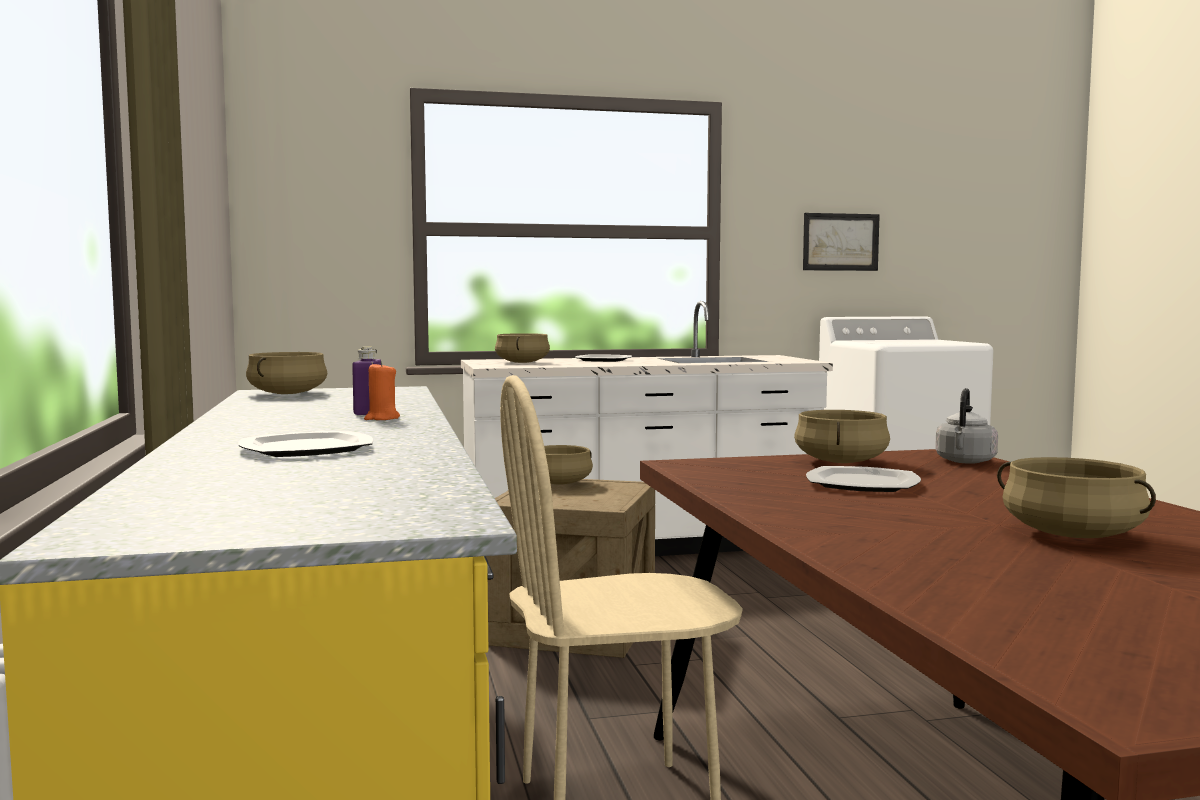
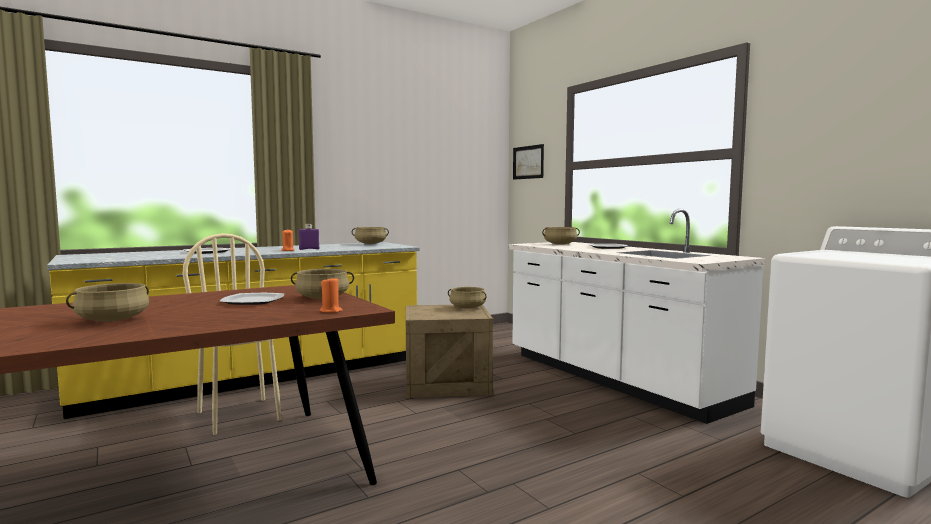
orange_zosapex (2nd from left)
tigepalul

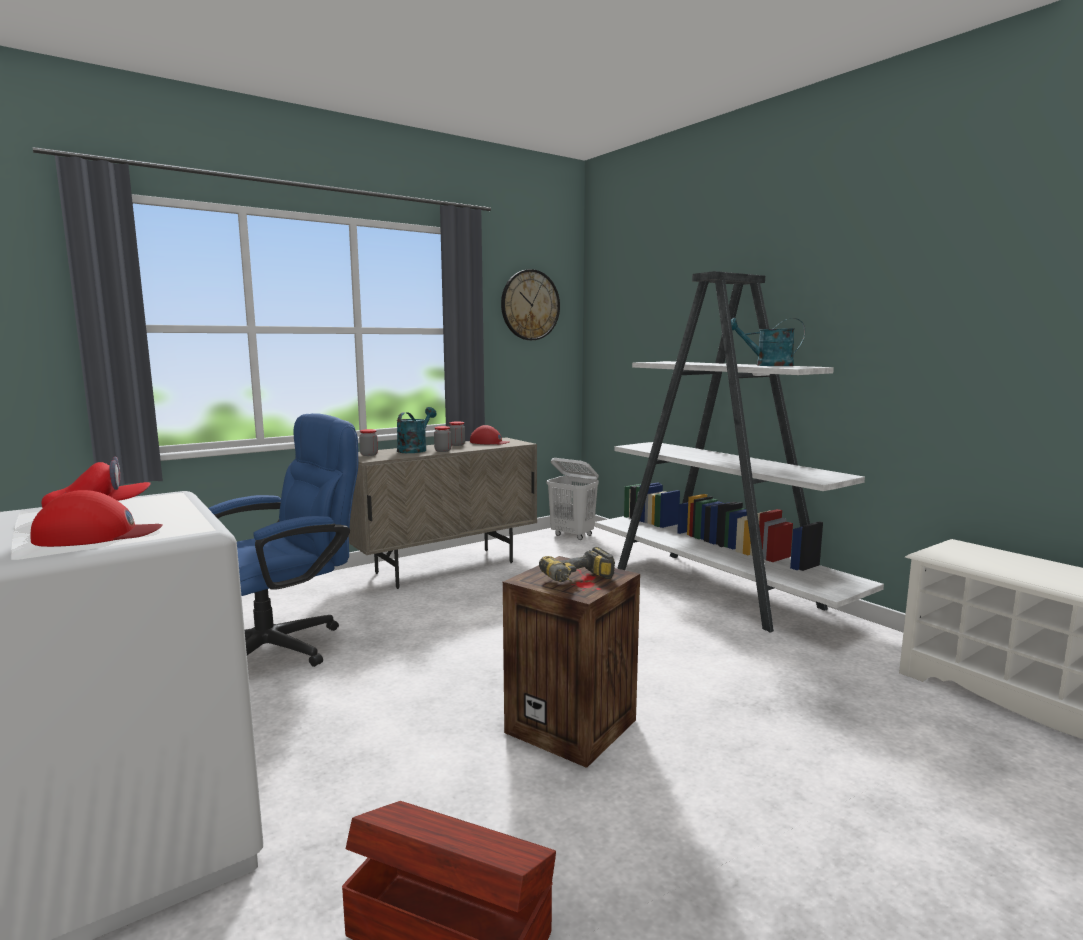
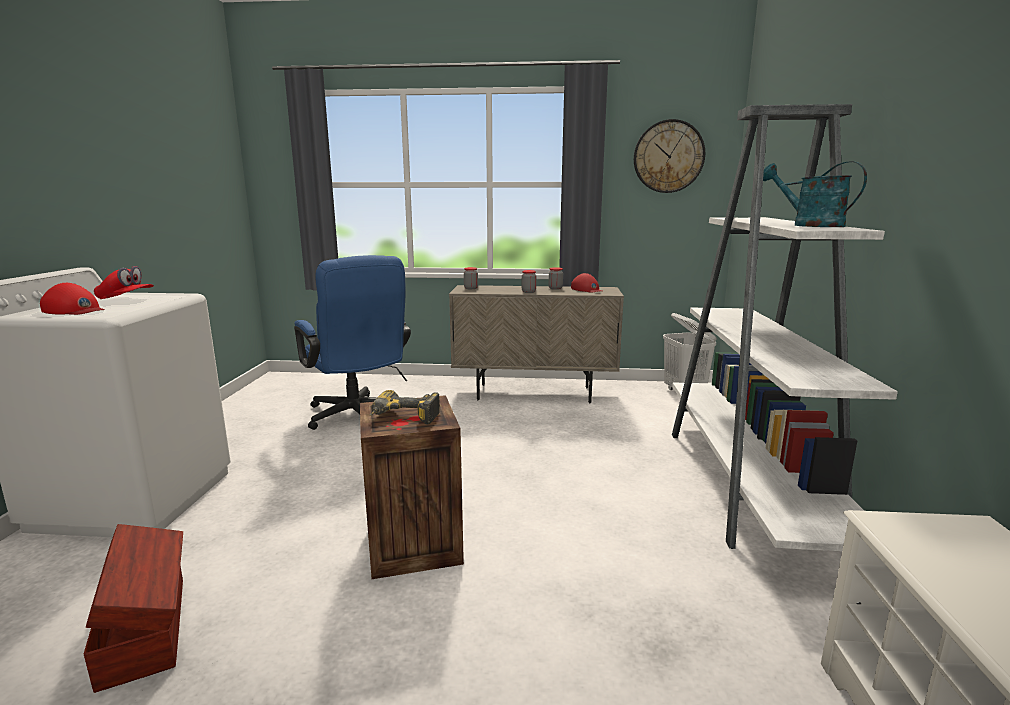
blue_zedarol
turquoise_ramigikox (1st from left in the first image)

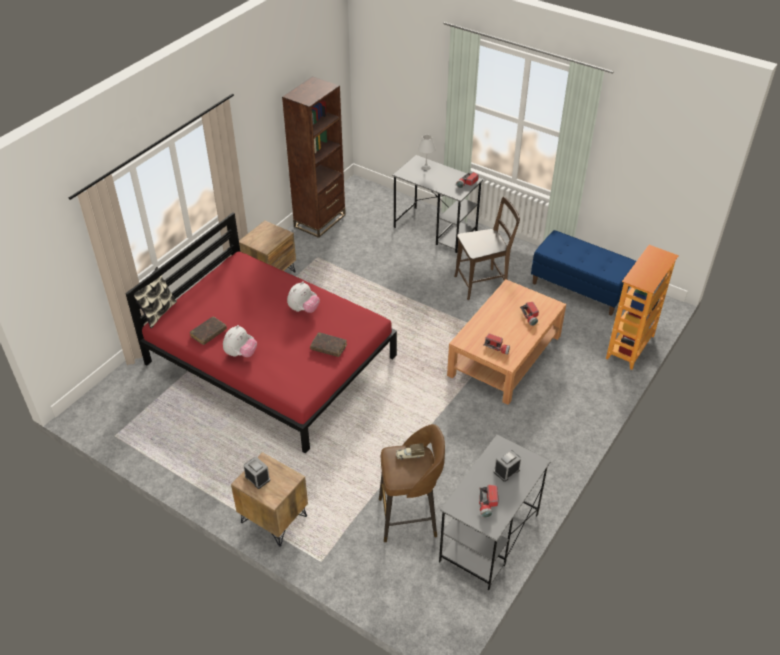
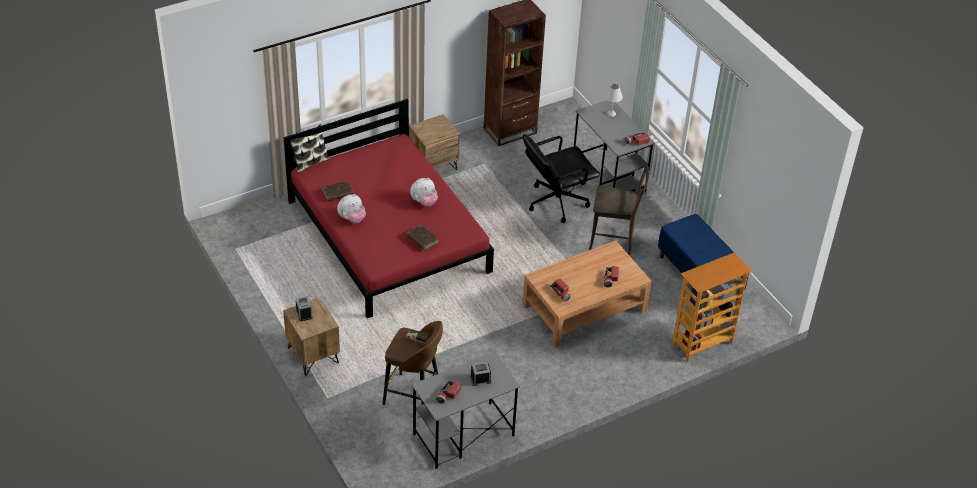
black_zedarol

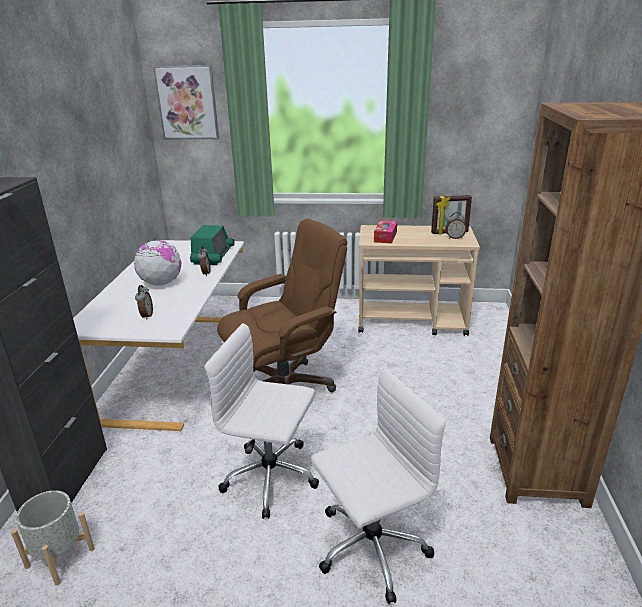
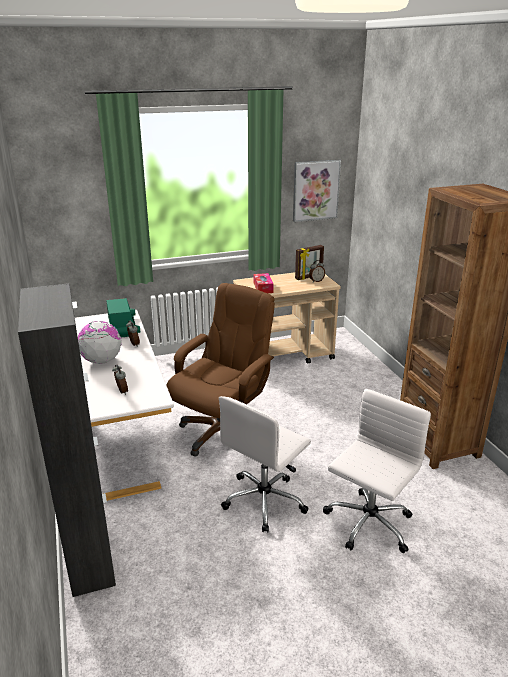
white_zedarol (1st from left)
tigepalul
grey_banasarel

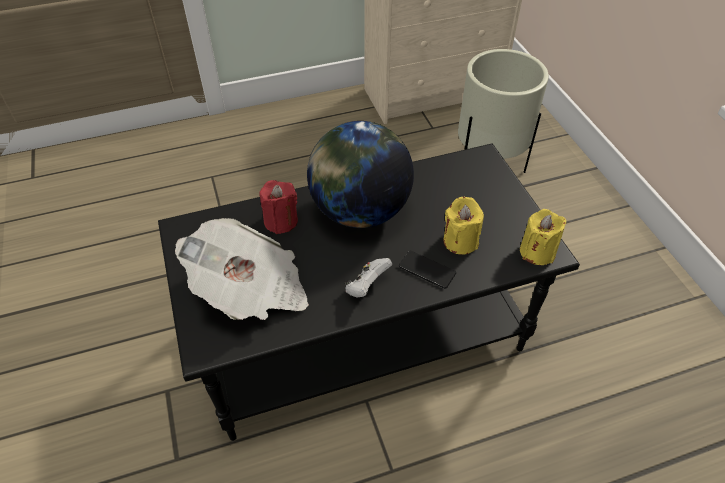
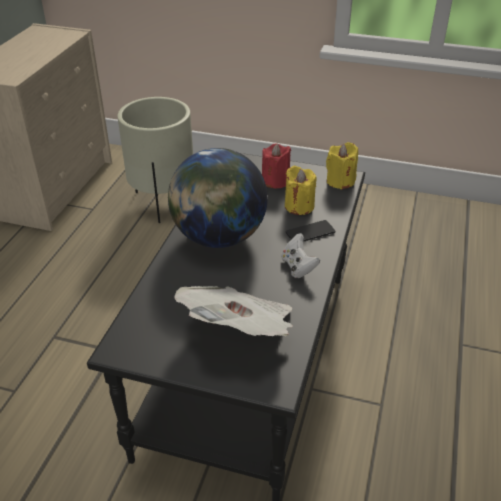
red_zosapex

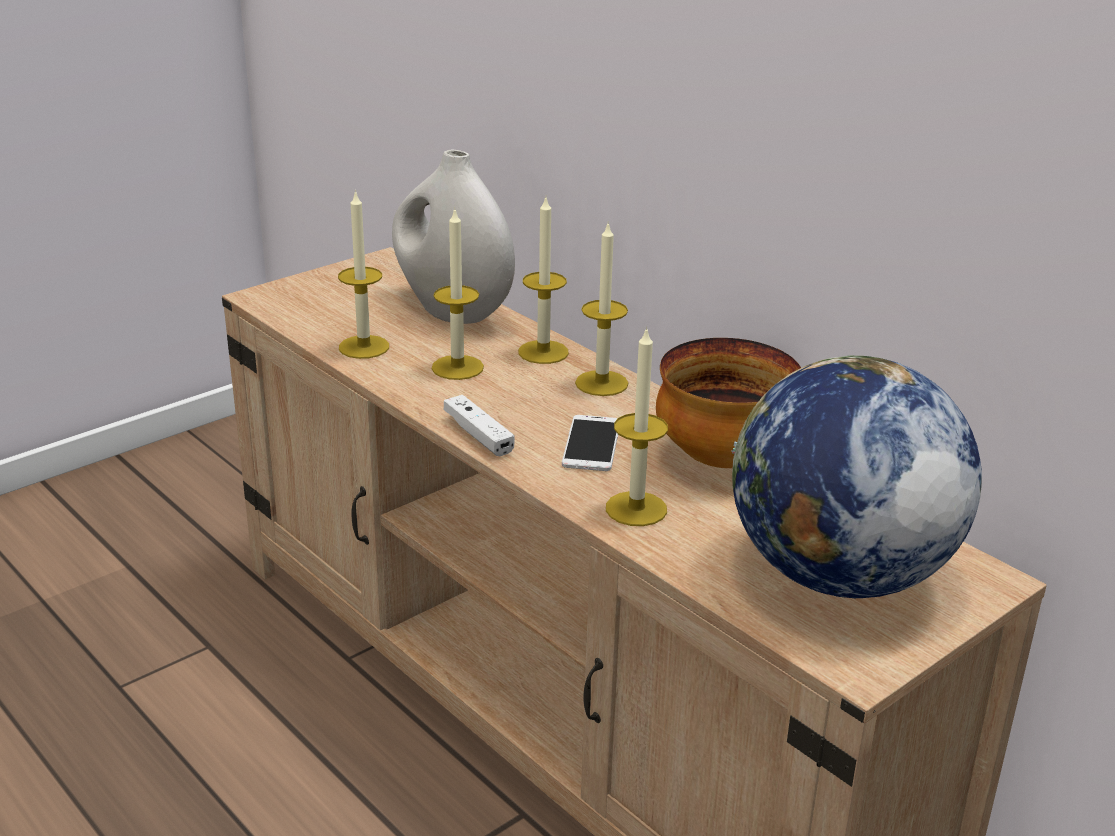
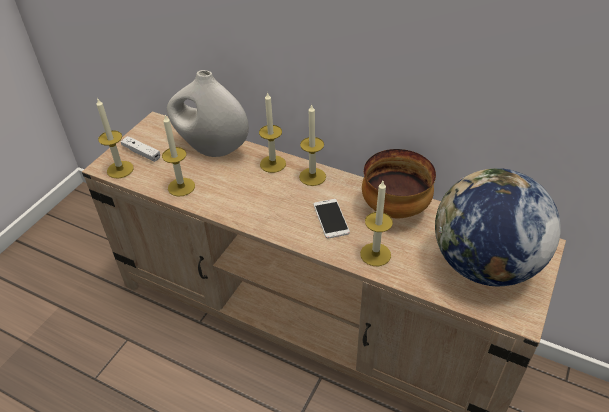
zosapex (1st from left)
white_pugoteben

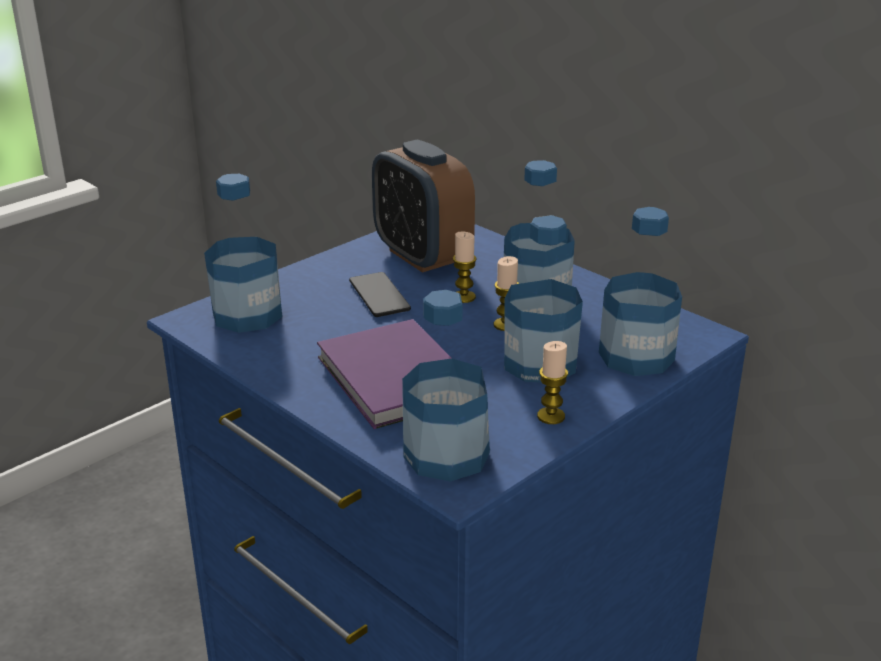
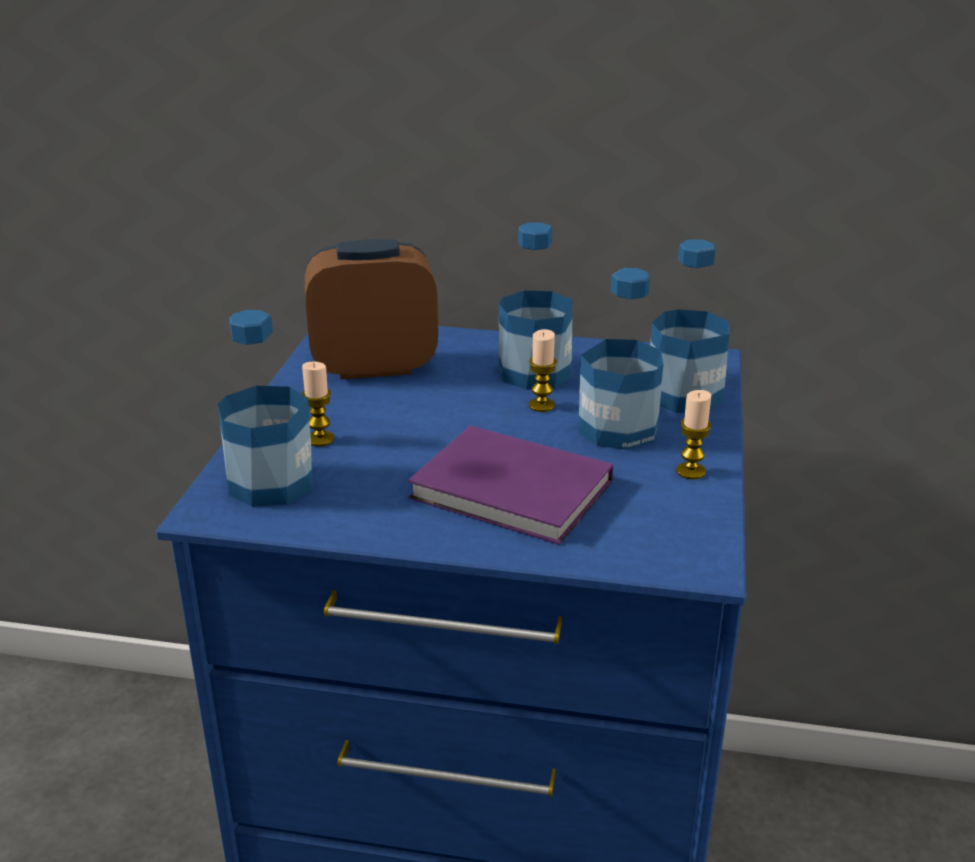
zosapex (1st from left)
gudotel
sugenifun
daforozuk (2nd from left in the first image)

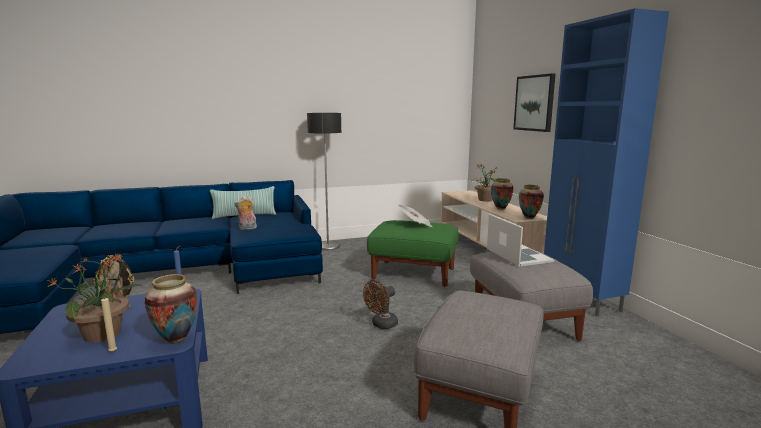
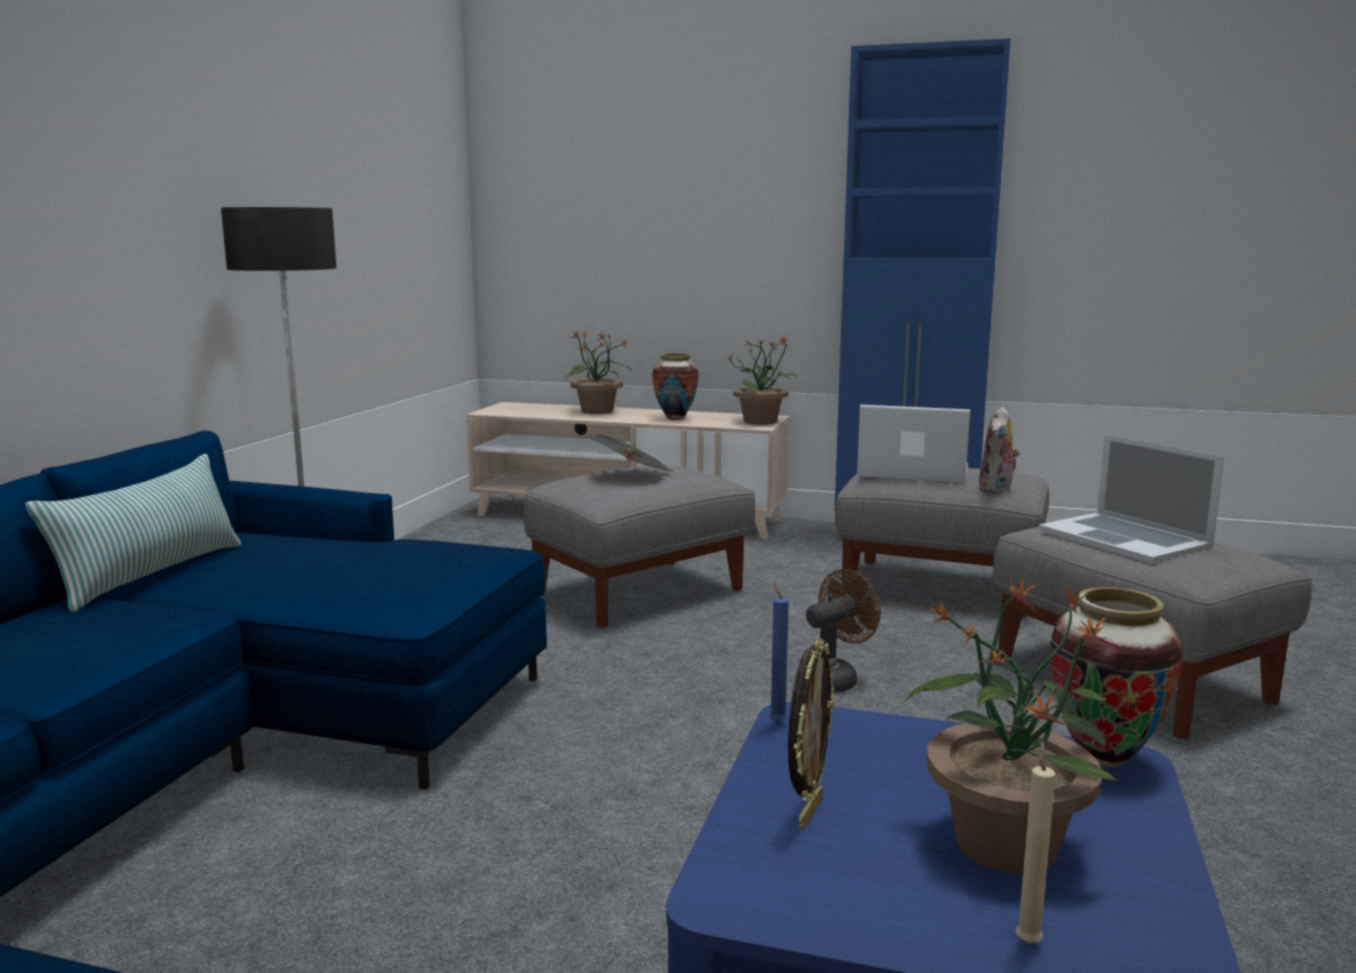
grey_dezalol (1st from left)
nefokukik (2nd from left)
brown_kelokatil
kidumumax
beige_zosapex
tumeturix (2nd from left)
tigepalul

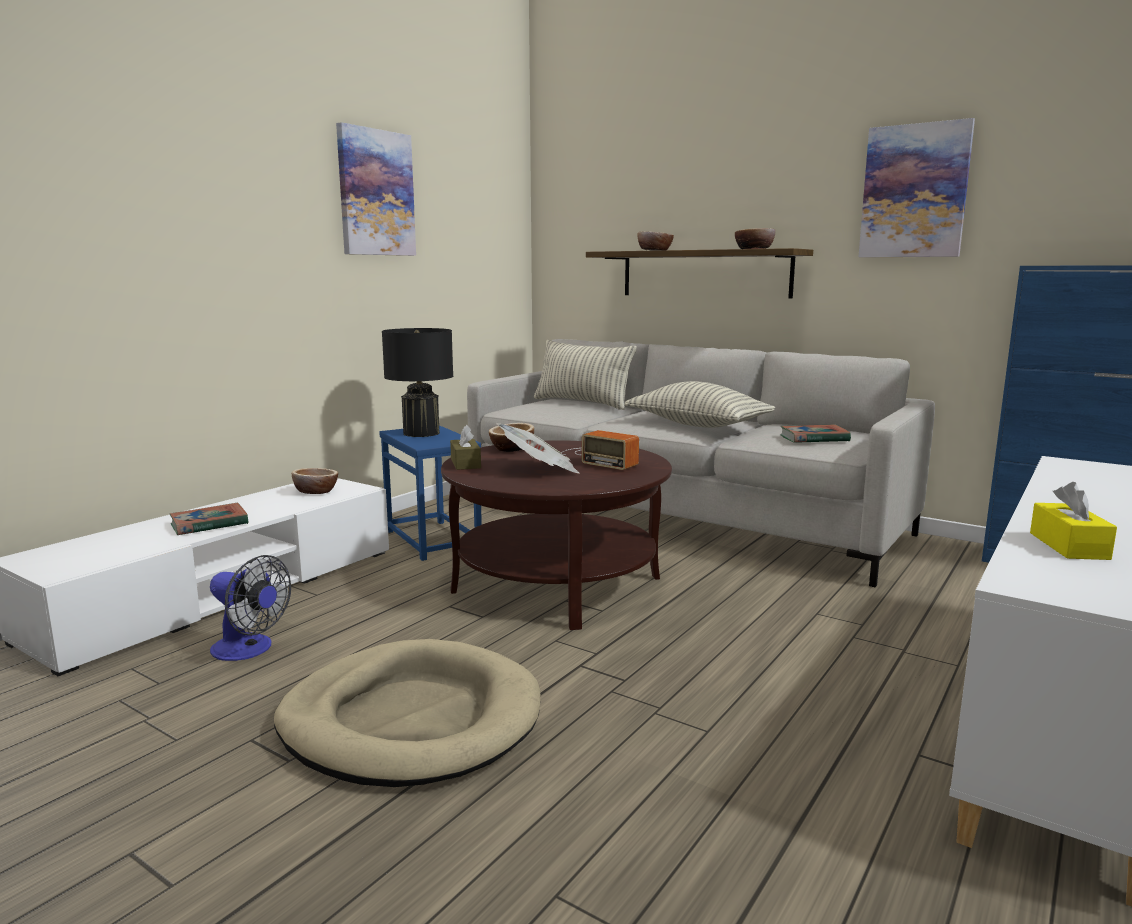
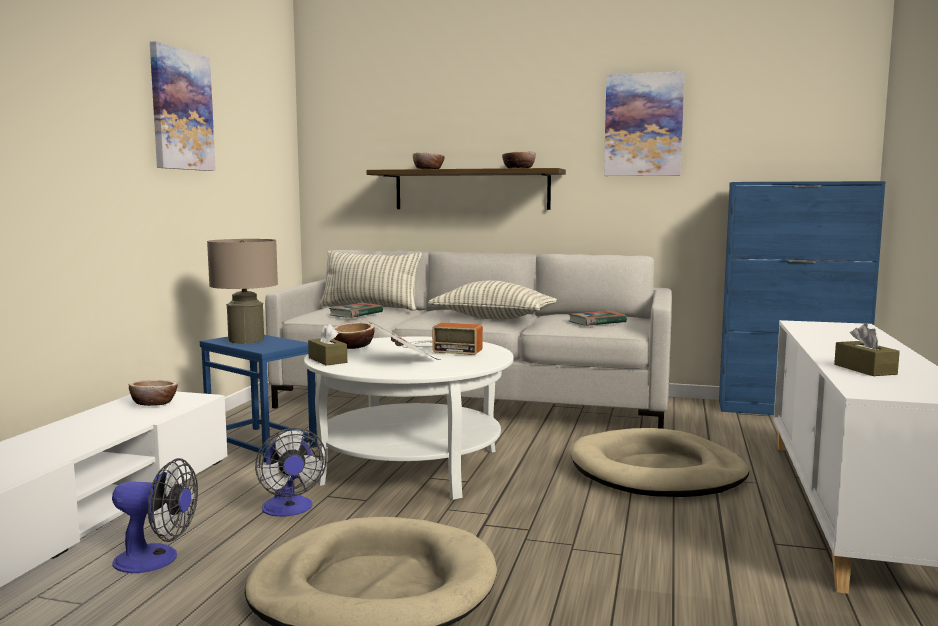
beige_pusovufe
kelokatil (2nd from left)
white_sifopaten
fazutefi (1st from left)
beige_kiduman (2nd from left)
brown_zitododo (2nd from left)

